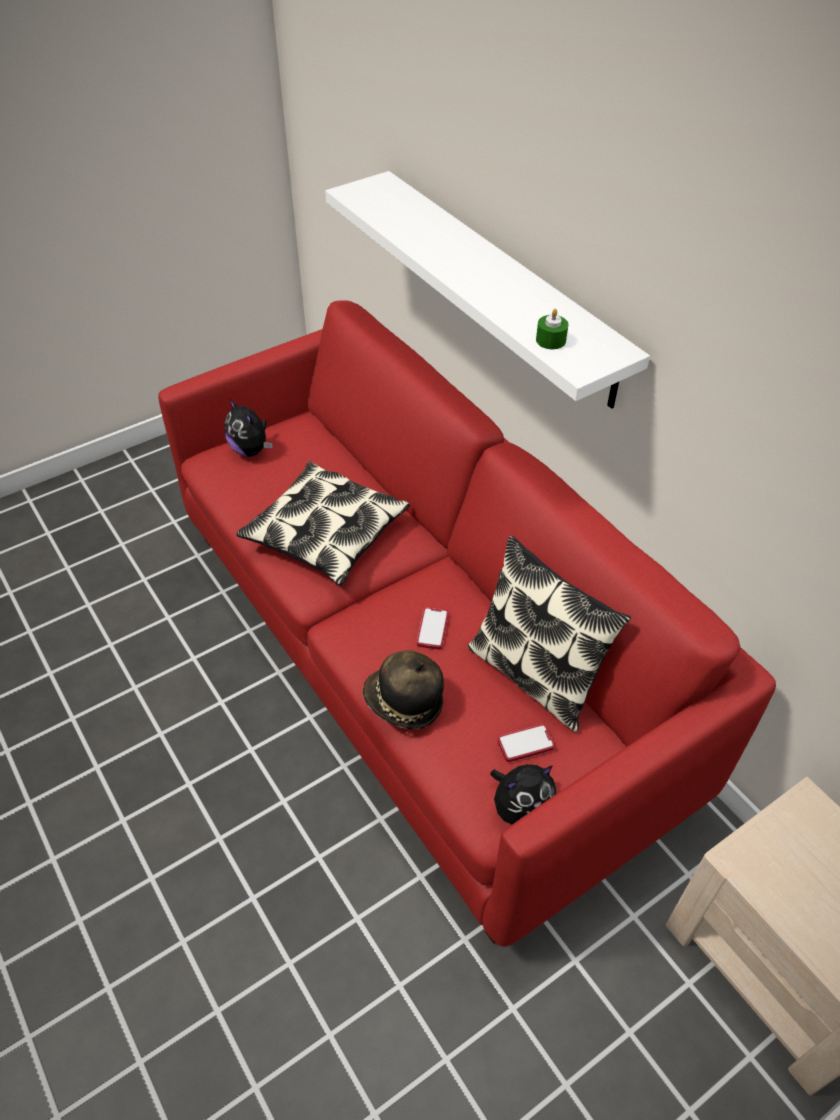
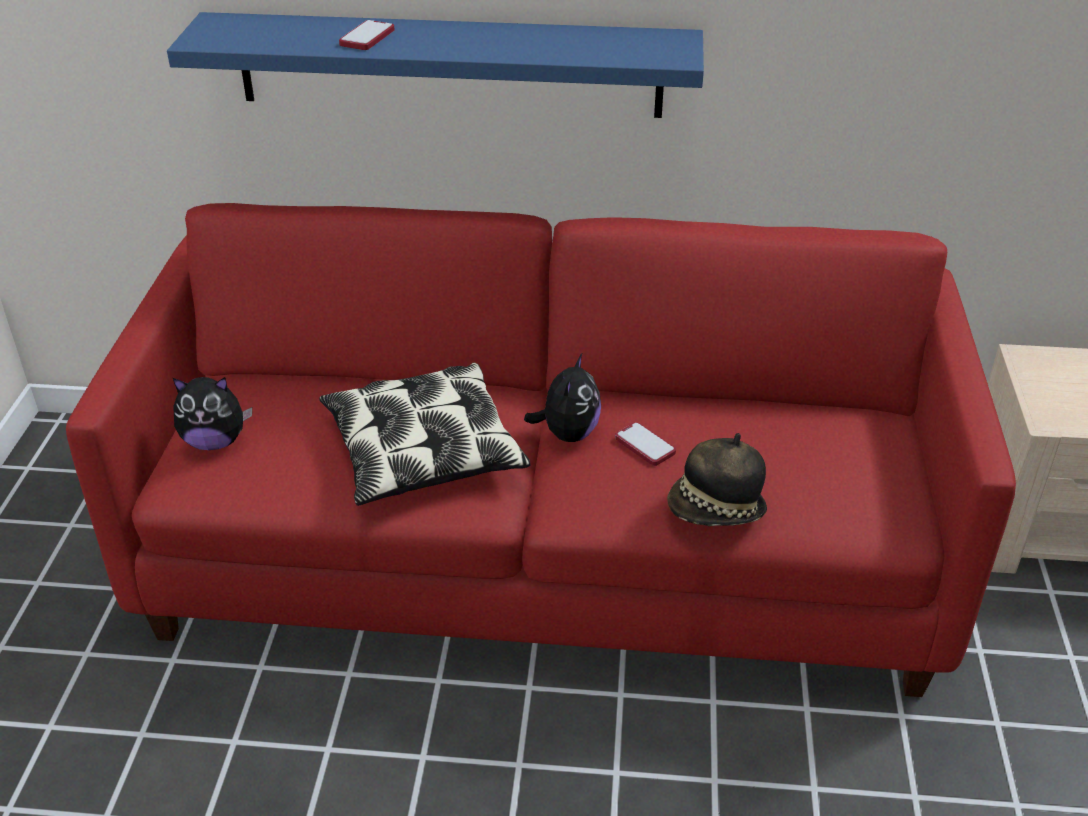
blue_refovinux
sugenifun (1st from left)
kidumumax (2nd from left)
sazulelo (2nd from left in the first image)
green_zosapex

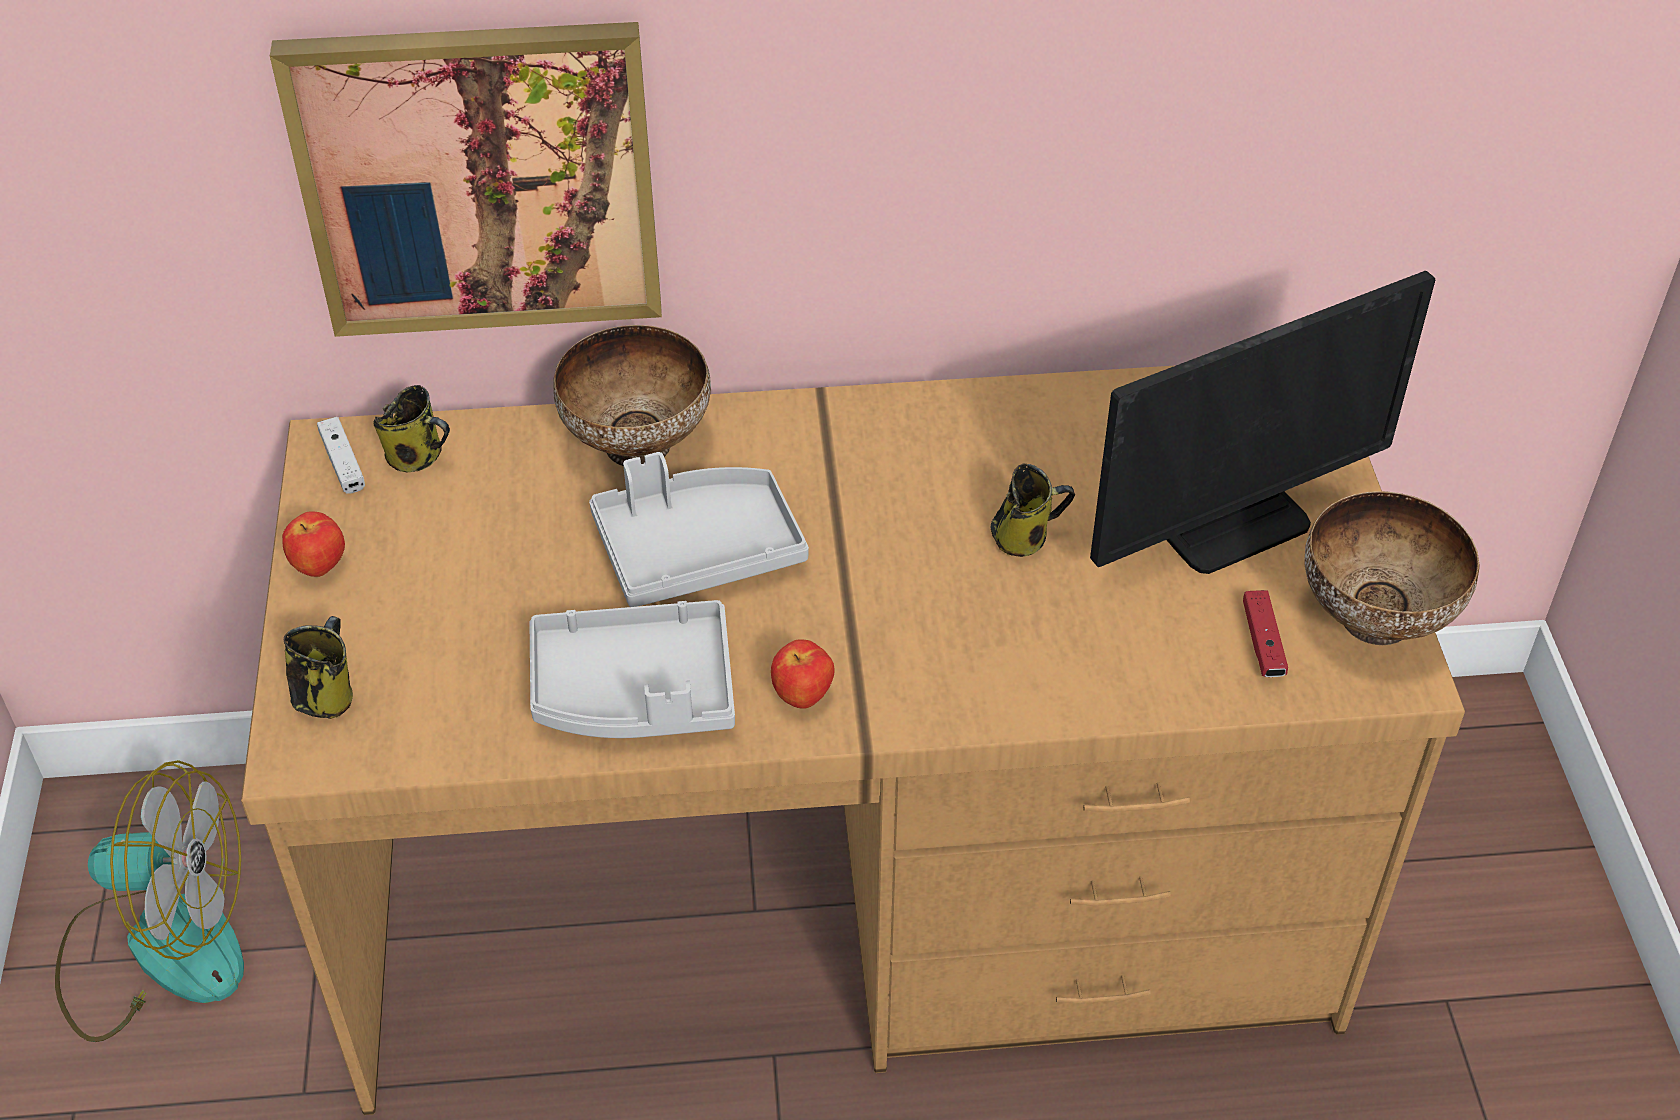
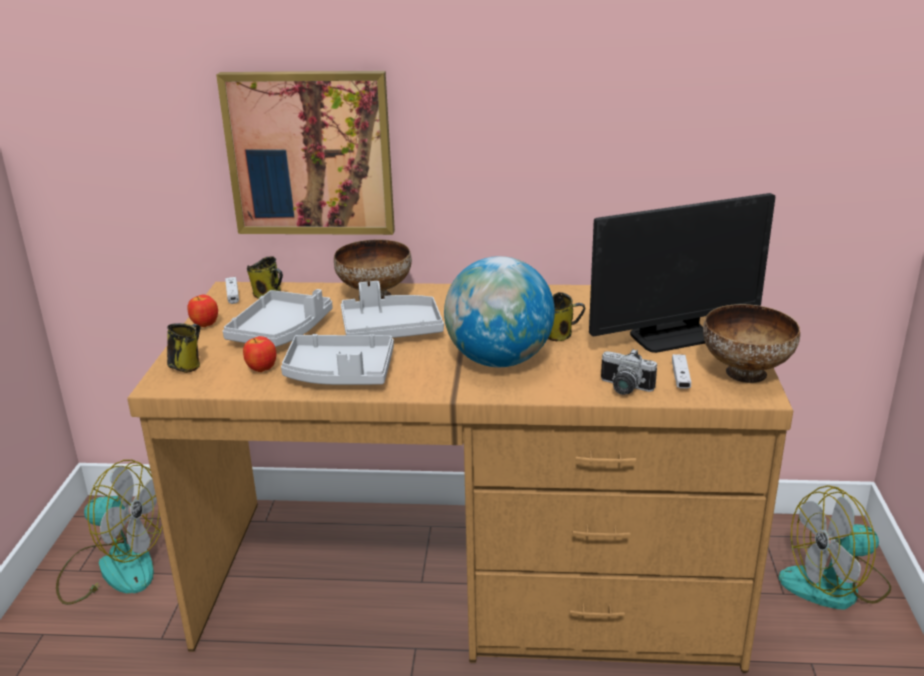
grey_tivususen (1st from left)
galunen (2nd from left)
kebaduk
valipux
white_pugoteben (2nd from left)
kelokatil (2nd from left)

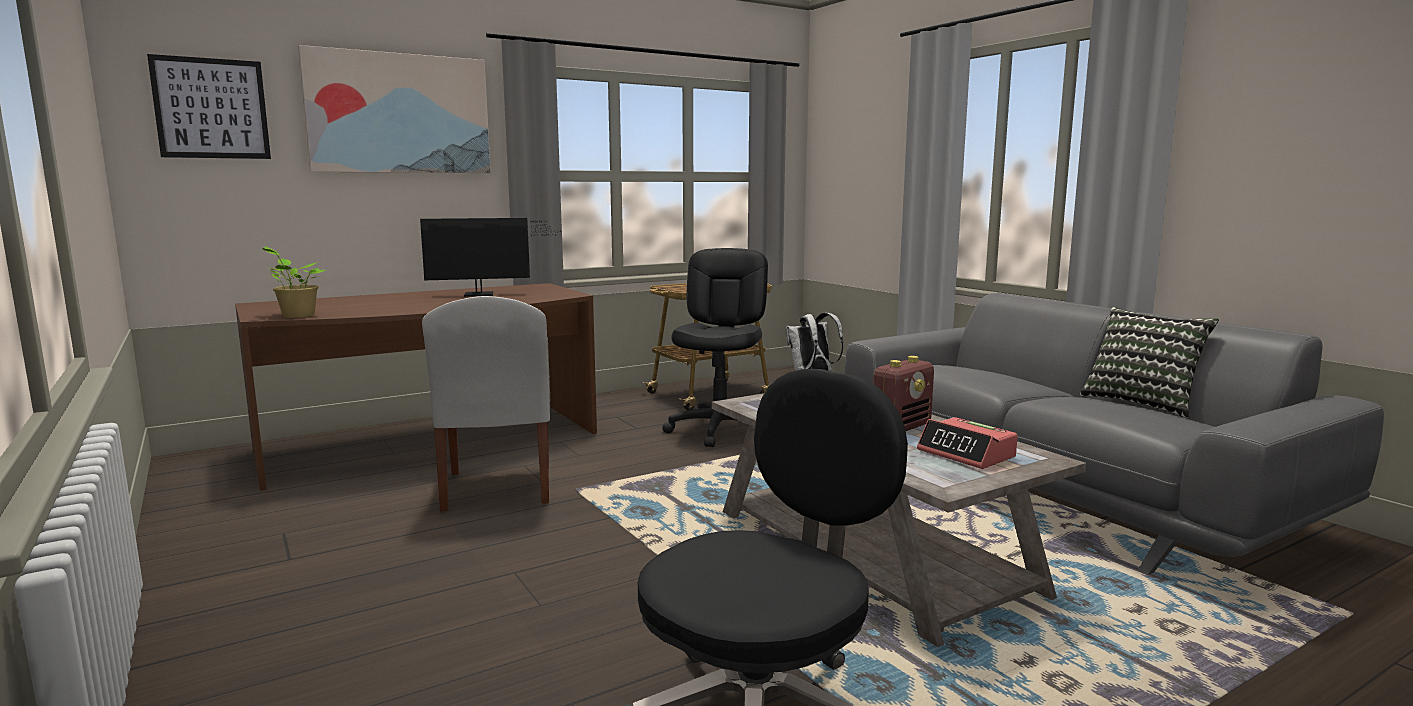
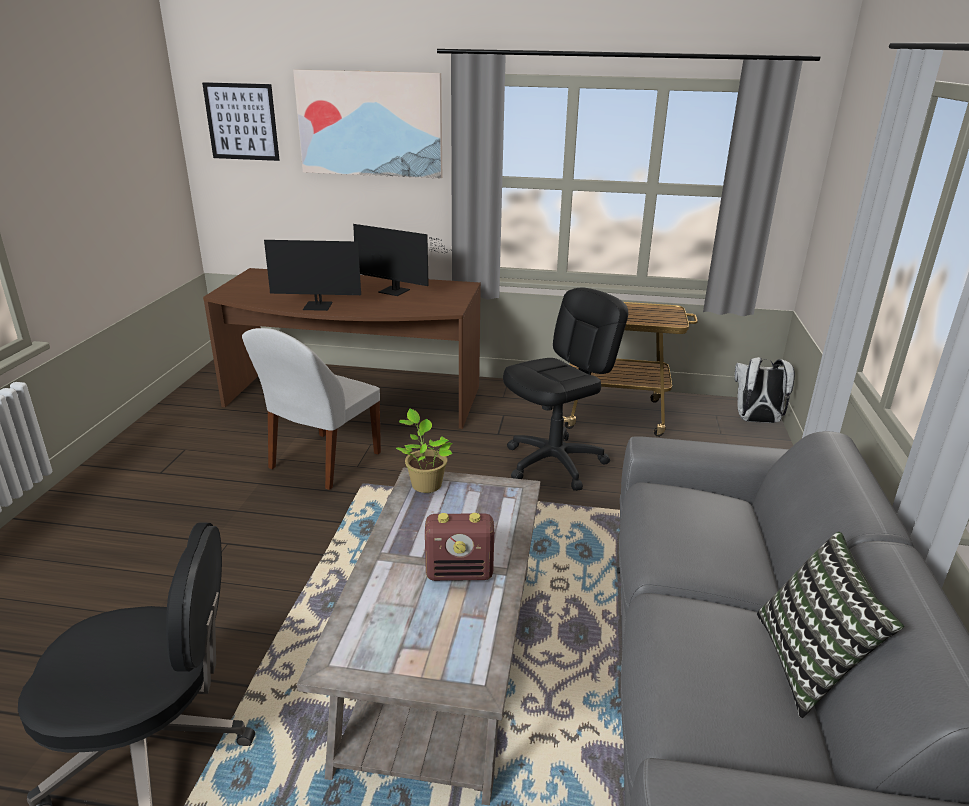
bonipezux (1st from left)
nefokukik
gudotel

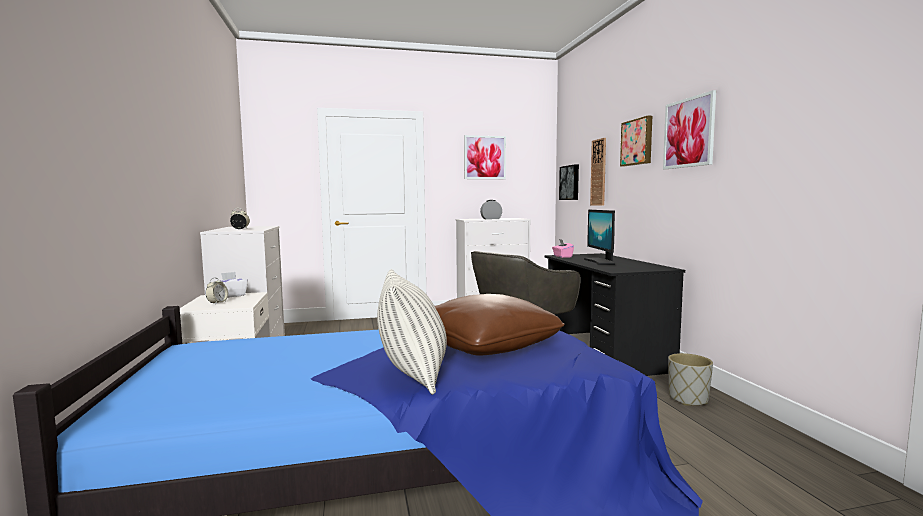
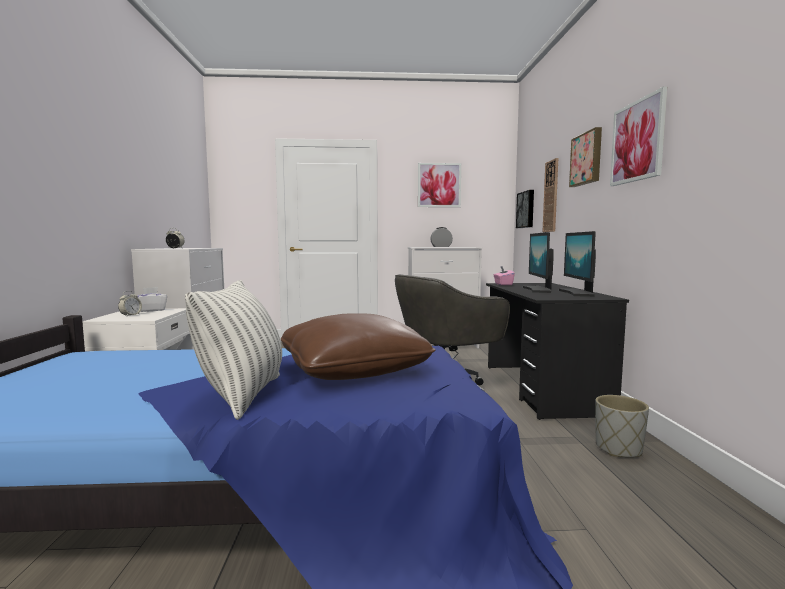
bonipezux (2nd from left)

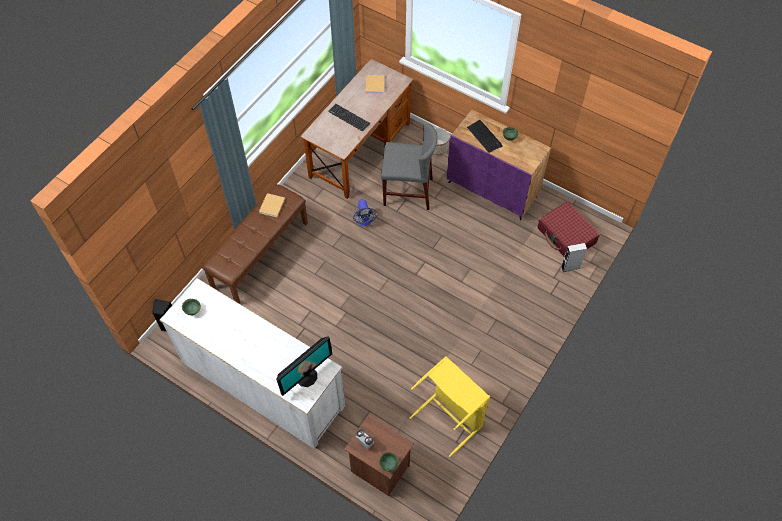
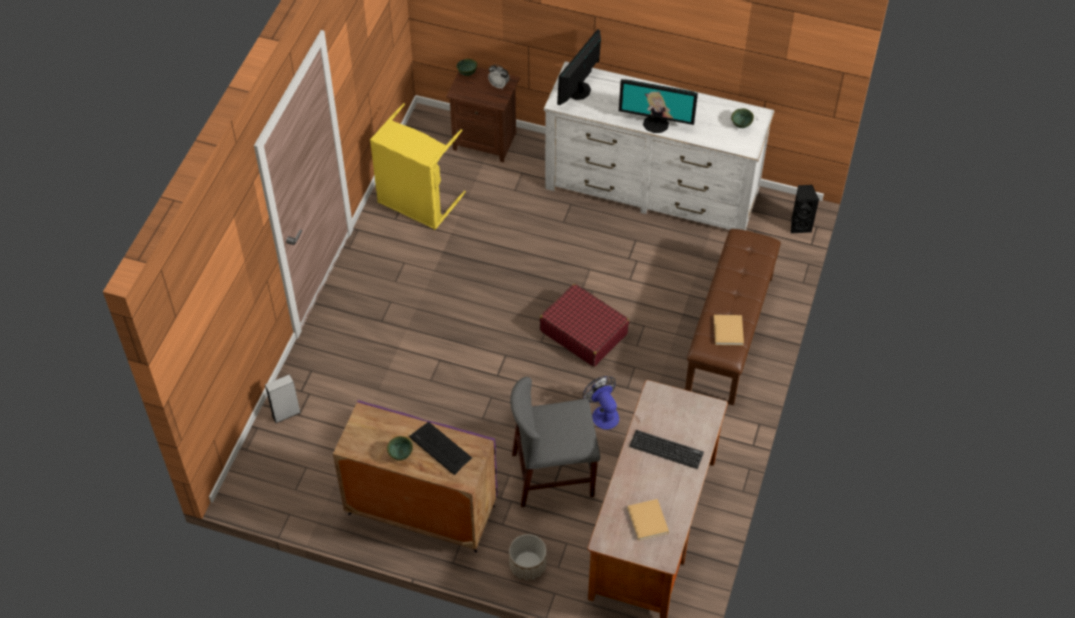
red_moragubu
bonipezux (2nd from left)

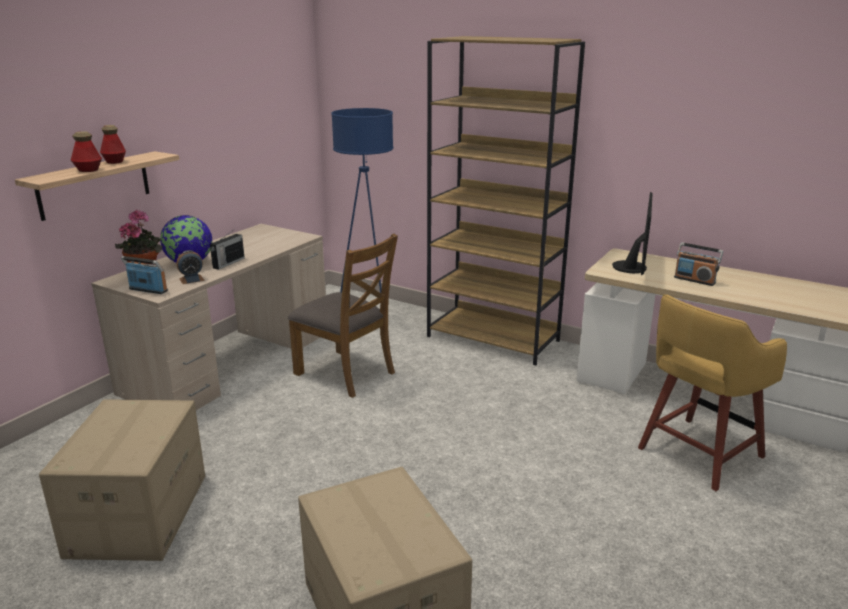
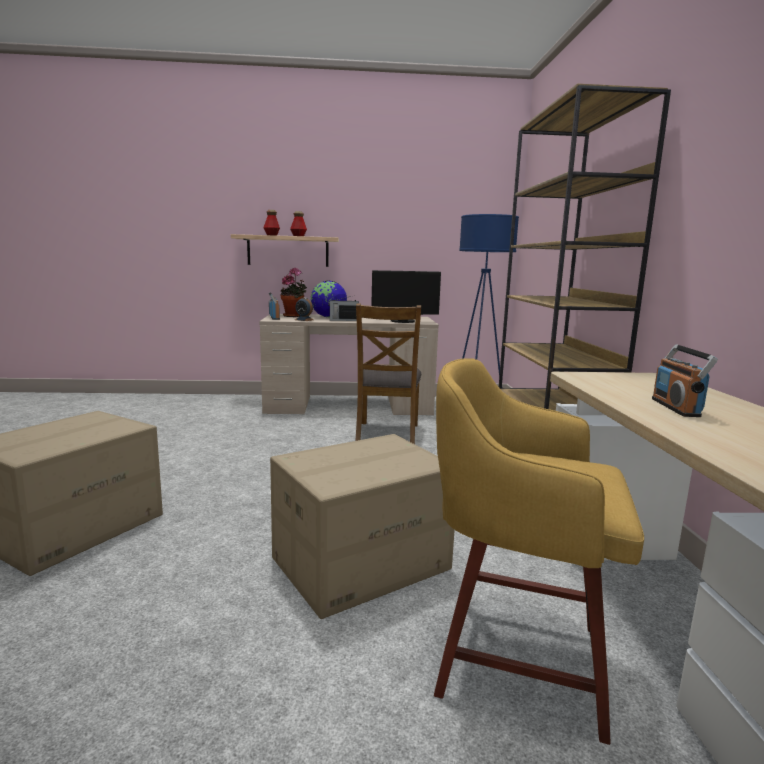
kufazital (2nd from left)
bonipezux

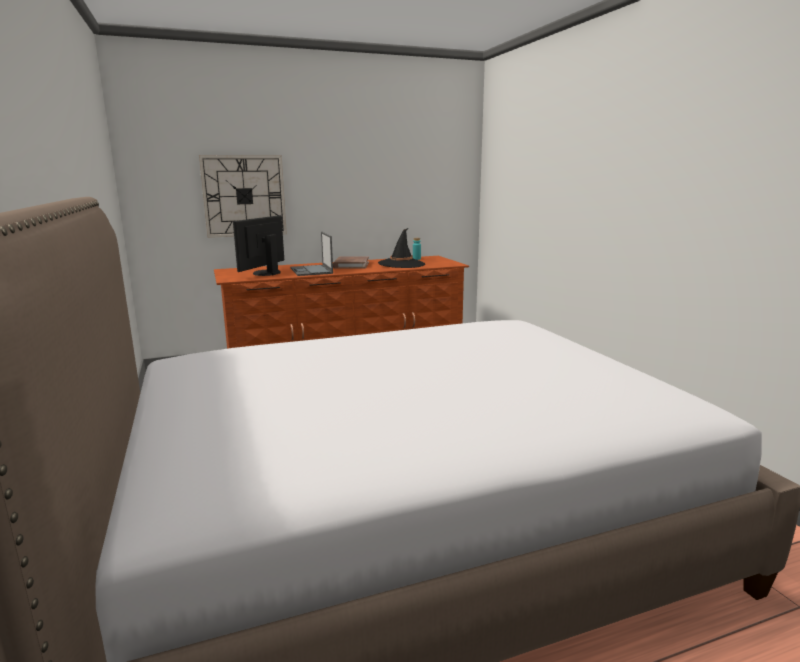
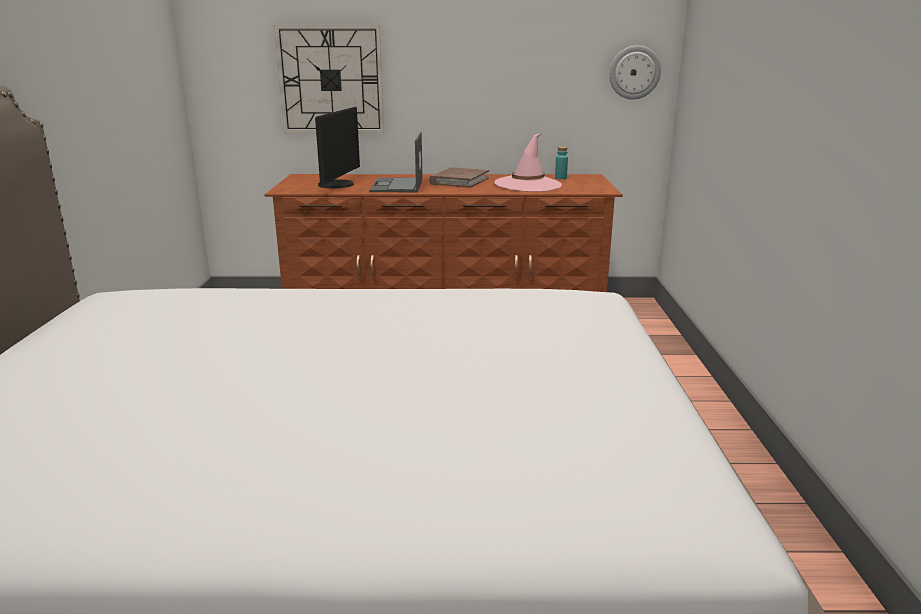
bonipezux
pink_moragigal
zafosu (2nd from left)

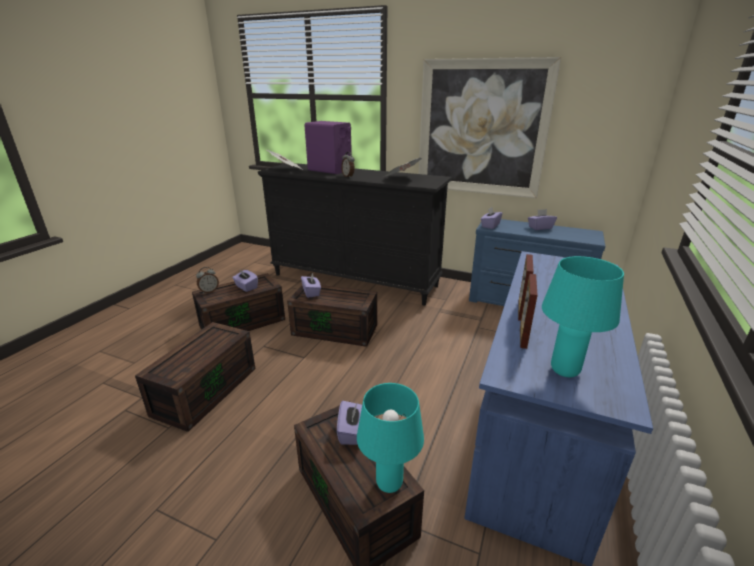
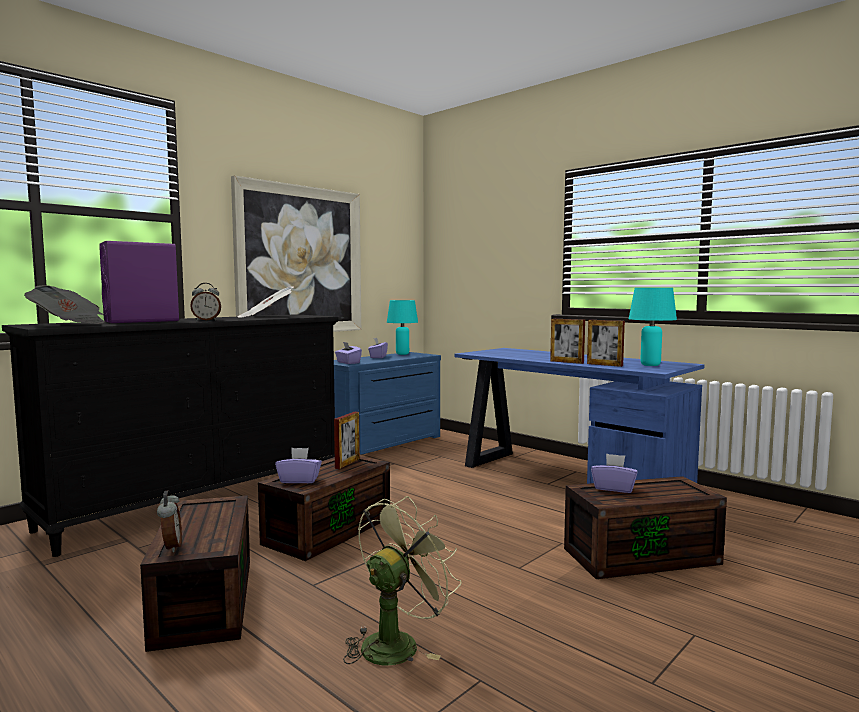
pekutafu (1st from left)
green_kelokatil
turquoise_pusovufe (1st from left)
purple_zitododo (1st from left in the first image)

